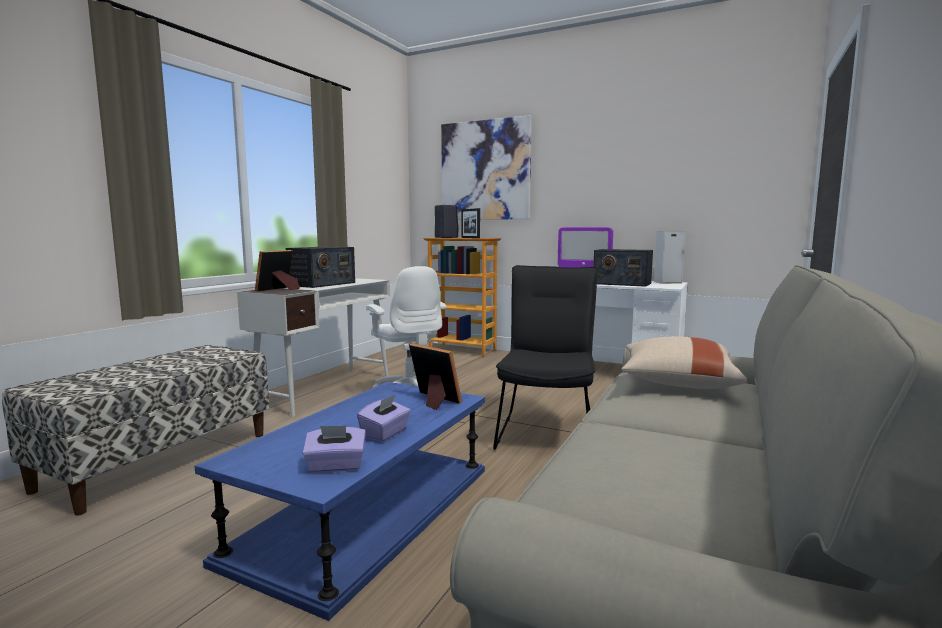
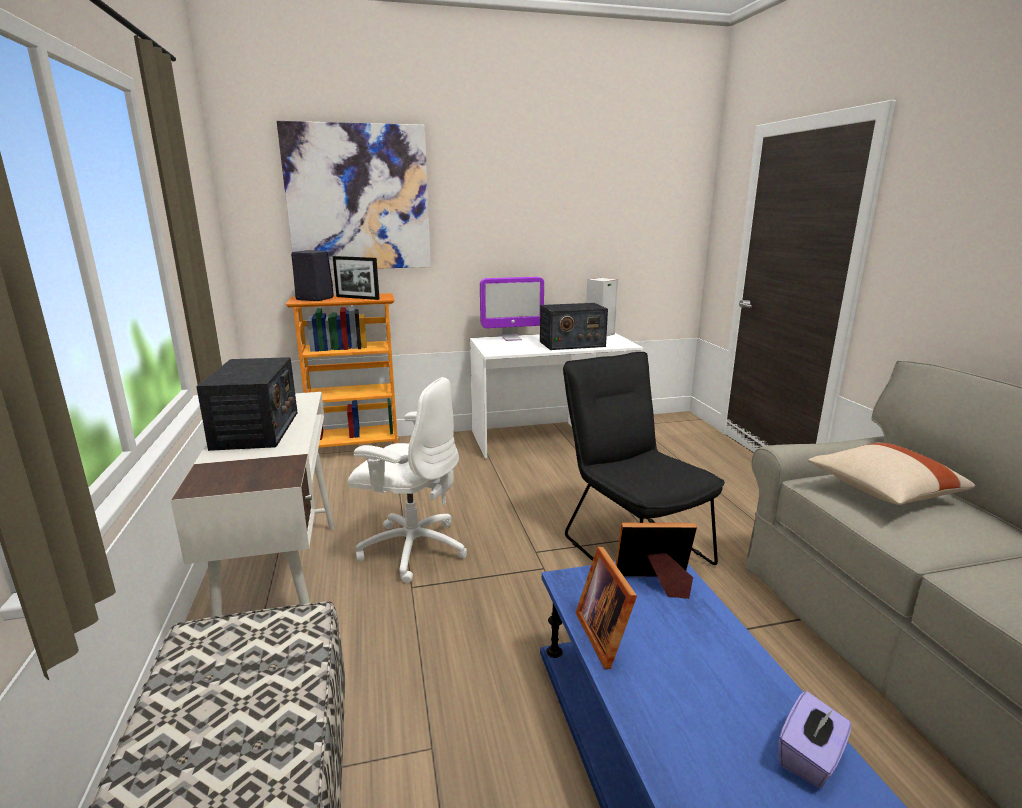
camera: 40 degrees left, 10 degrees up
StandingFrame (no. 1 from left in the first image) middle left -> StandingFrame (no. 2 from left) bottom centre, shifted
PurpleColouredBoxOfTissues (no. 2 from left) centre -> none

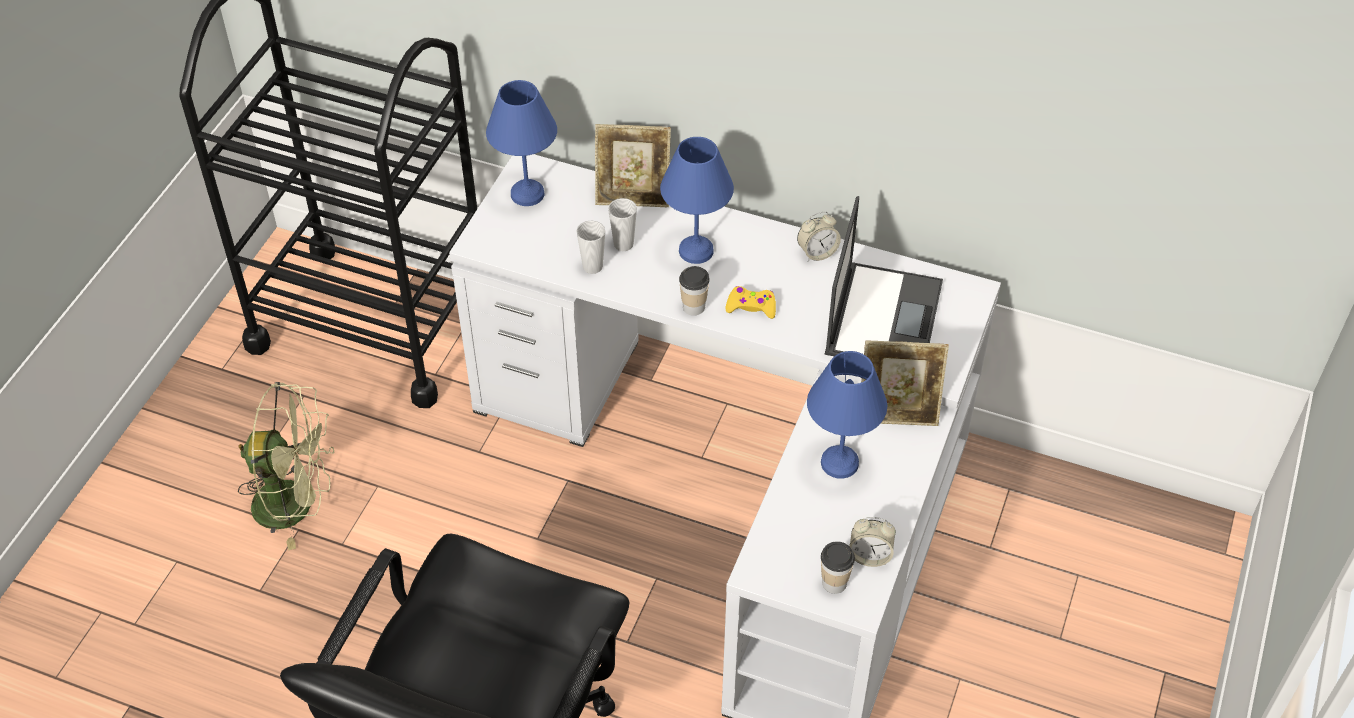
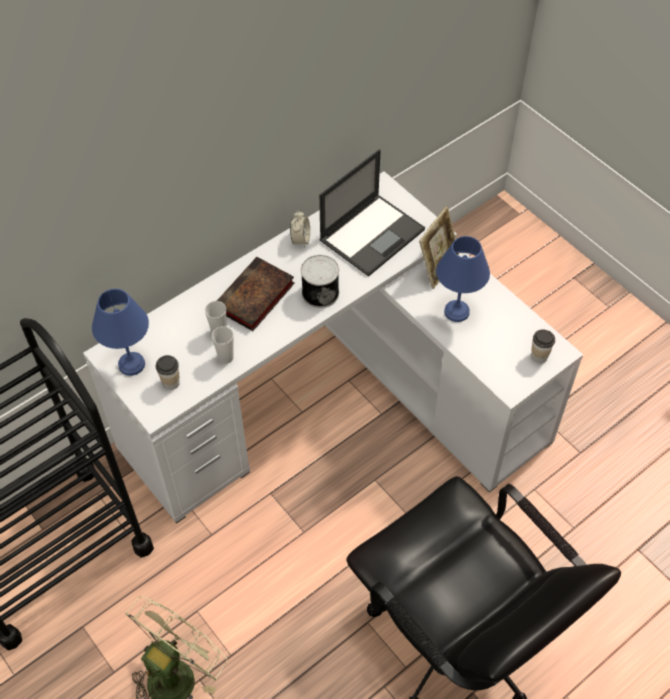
camera: 60 degrees left, 5 degrees up
Cup (no. 3 from left in the first image) centre -> Cup (no. 1 from left) middle left, shifted
BlueColouredTableLamp (no. 2 from left) top centre -> BoundBook centre
YellowishJoypad centre -> MetalCan centre
NotebookComputer centre -> NotebookComputer top centre, 90 degrees clockwise
StandingFrame (no. 1 from left) top centre -> none
TableClock (no. 2 from left) bottom centre -> none

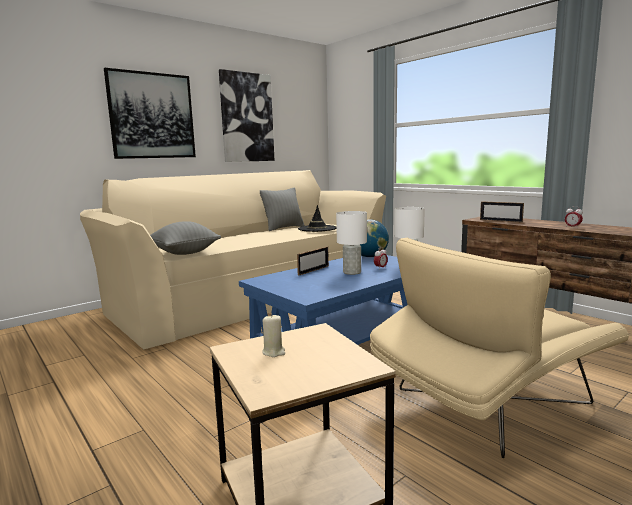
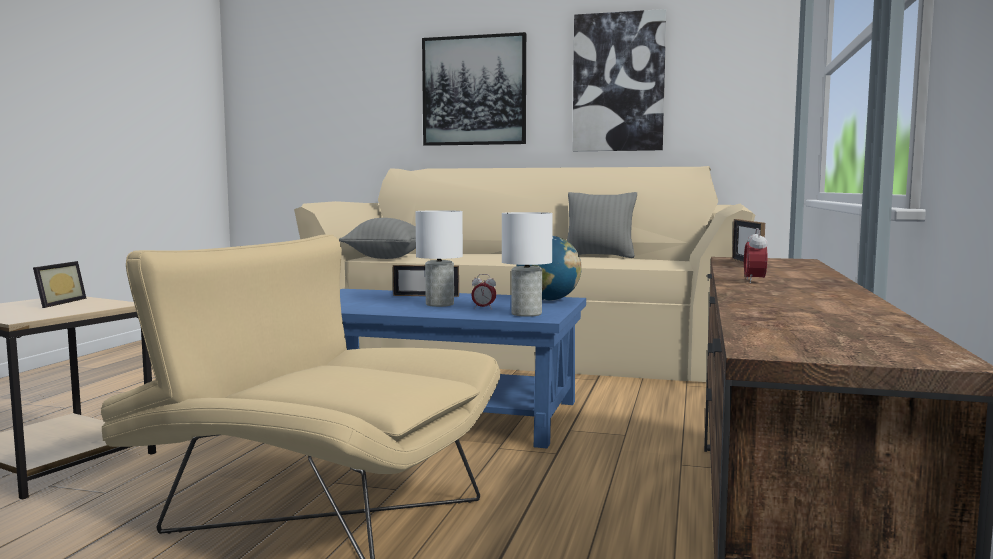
camera: 55 degrees right, 5 degrees down
BeigeColouredWaxLight centre -> StandingFrame (no. 1 from left) middle left
BlackClothingHat centre -> none

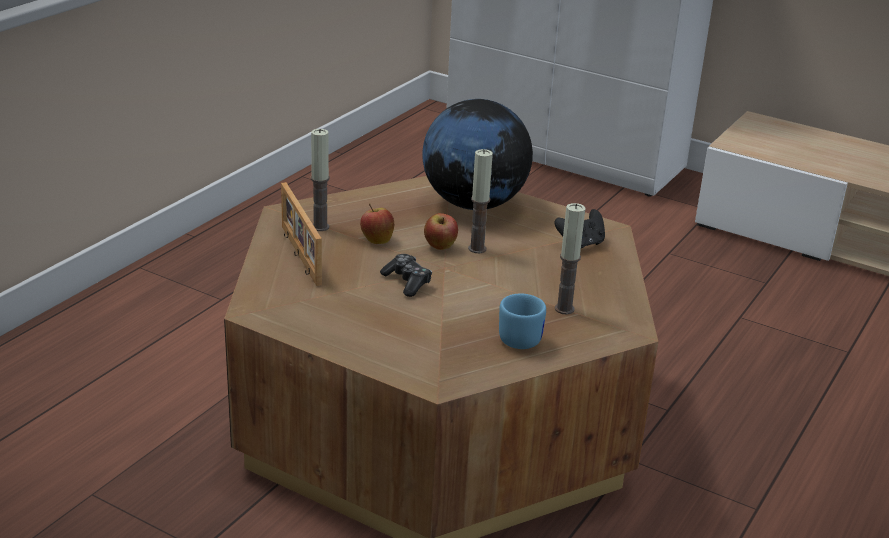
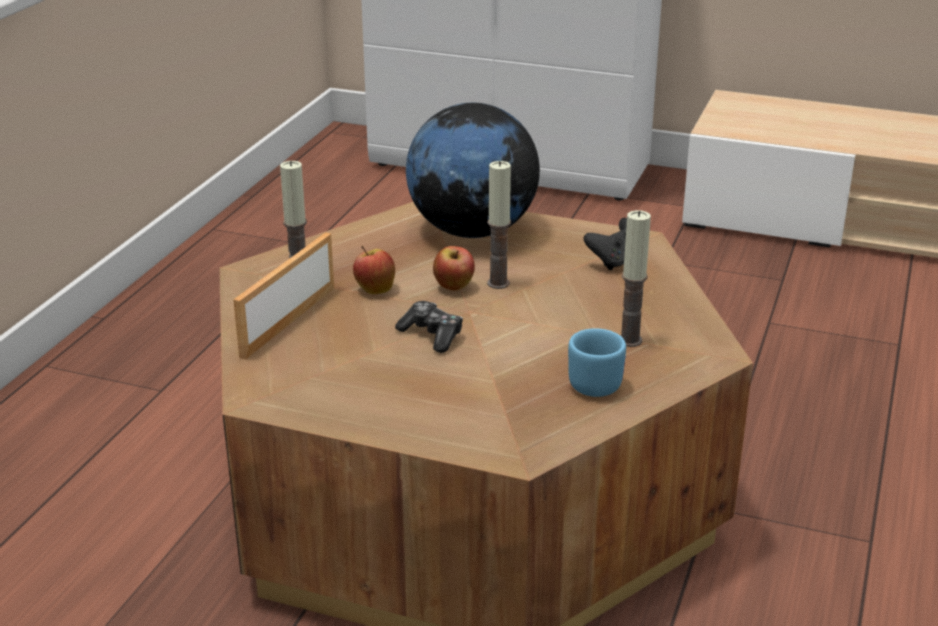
camera: 10 degrees left, 0 degrees up
StandingFrame centre -> StandingFrame middle left, 60 degrees clockwise

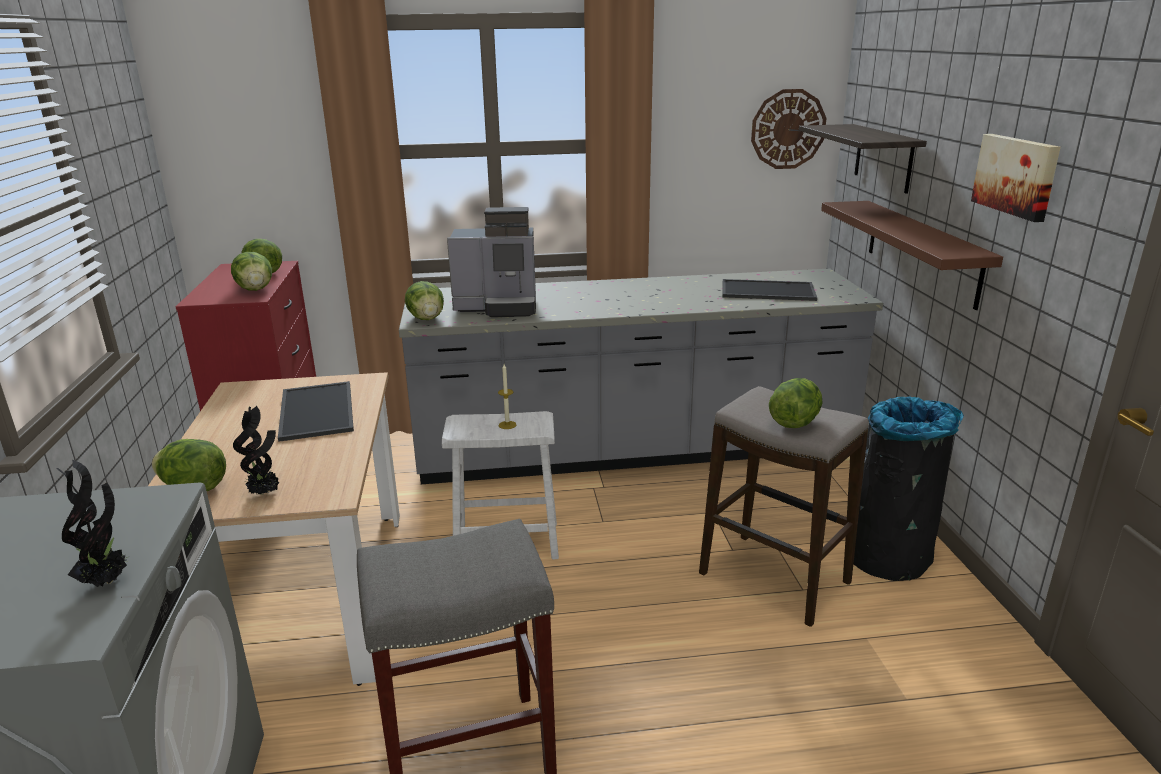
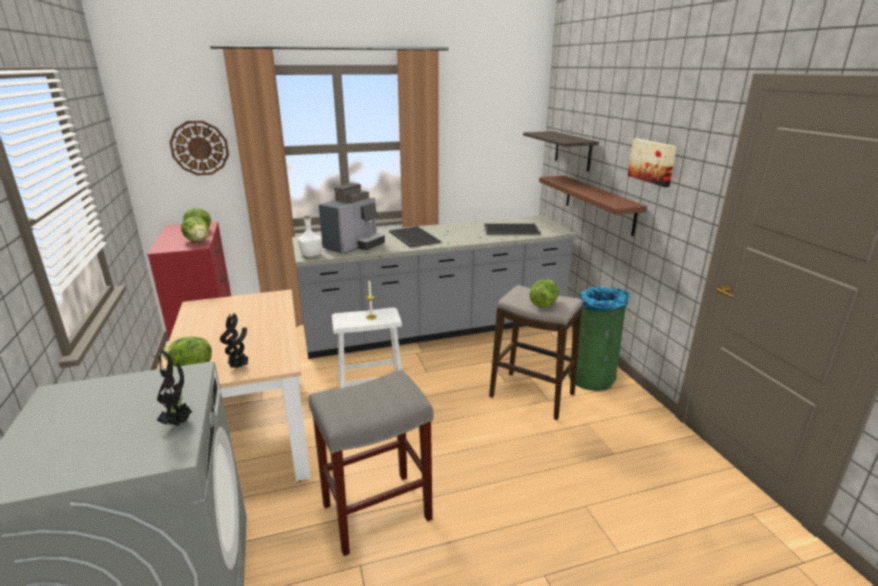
camera: 10 degrees left, 0 degrees up
WallClock top right -> WallClock top left, shifted
LettuceHead (no. 4 from left) centre -> WhiteColouredBeverageBottle centre
CoffeeBrewer centre, 45 degrees counterclockwise
ServingTray (no. 1 from left) middle left -> ServingTray (no. 1 from left) centre, shifted
BlackTrashCan middle right -> GreenTrashCan middle right

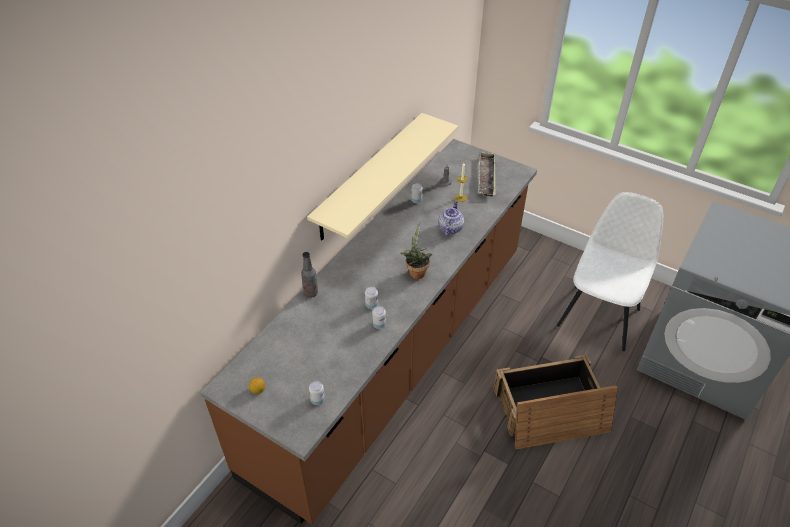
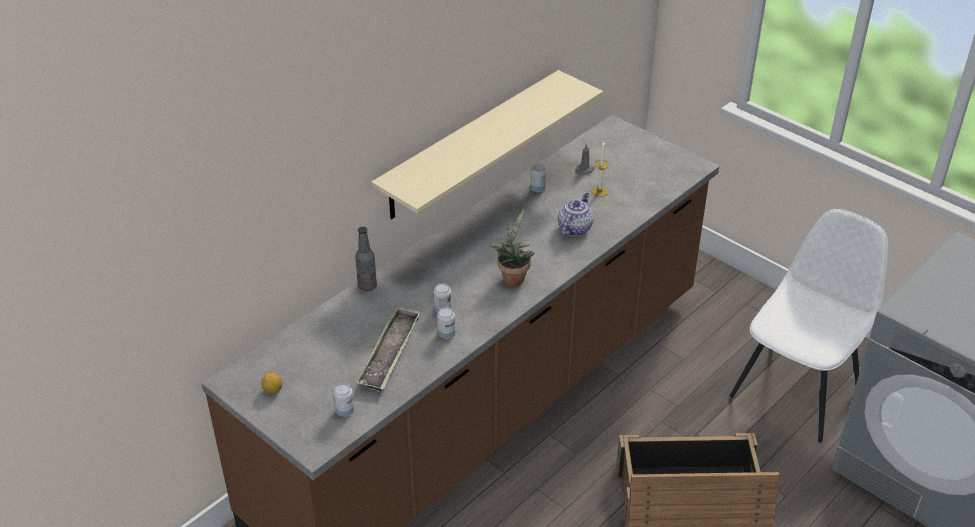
camera: 10 degrees right, 5 degrees down
ServingTray top centre -> ServingTray centre, shifted

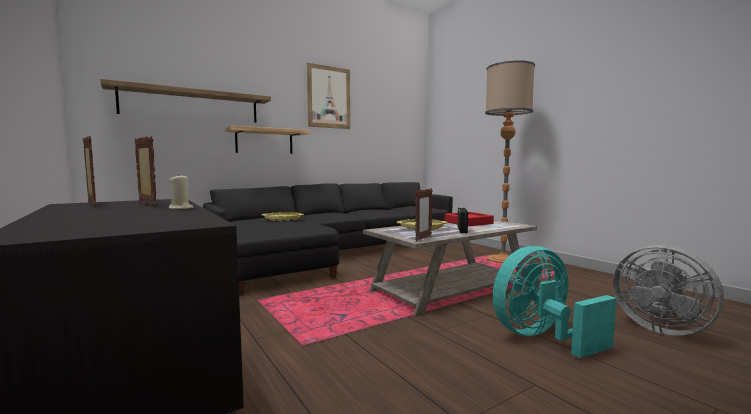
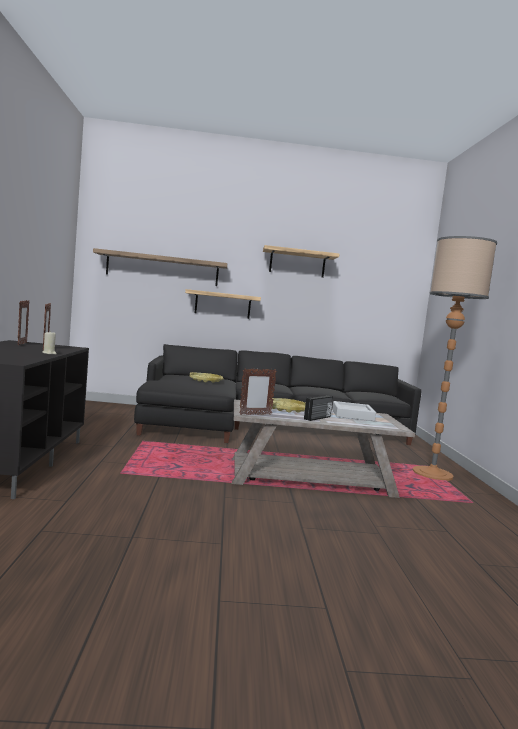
camera: 30 degrees right, 0 degrees up
Picture top centre -> WallShelf (no. 3 from left) centre
RedServingTray centre -> GreyishServingTray middle right
BlueGreenCoolingFan bottom right -> none
GreyishCoolingFan bottom right -> none

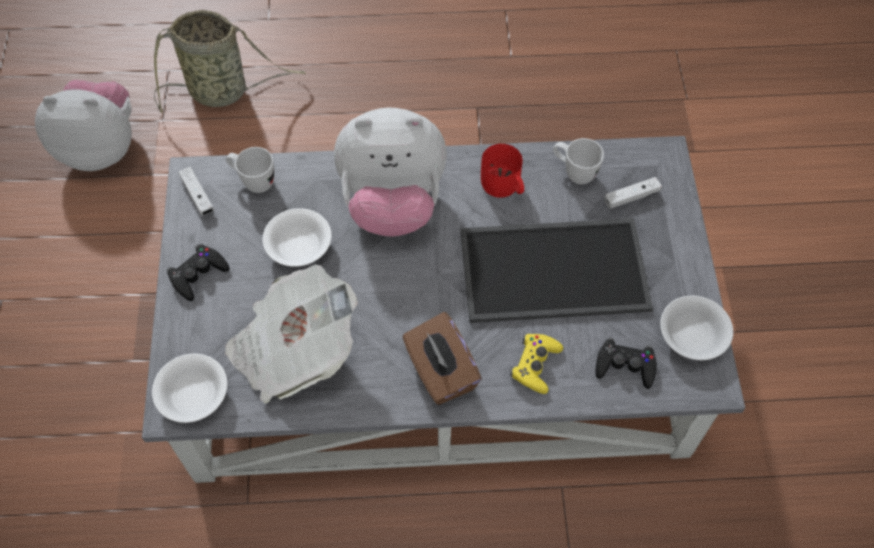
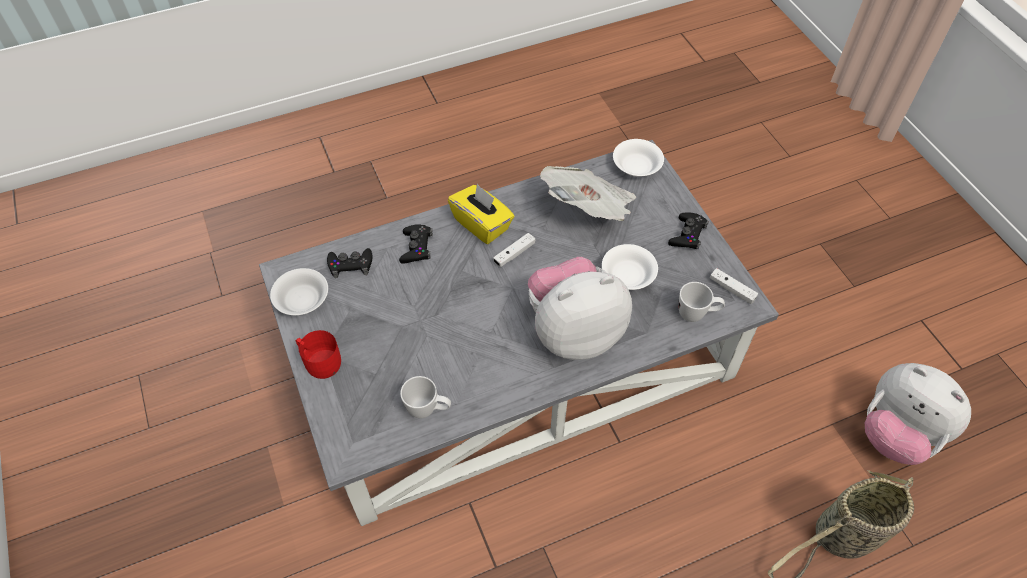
camera: 160 degrees right, 5 degrees down
RedTeaMug top centre -> RedTeaMug middle left, shifted
YellowishJoypad centre -> BlackJoypad (no. 2 from left) centre
BrownBoxOfTissues centre -> YellowishBoxOfTissues centre
WhiteColouredJoypad (no. 2 from left in the first image) middle right -> WhiteColouredJoypad (no. 1 from left) centre, shifted
PlushToy (no. 1 from left in the first image) top left -> PlushToy (no. 2 from left) bottom right, 60 degrees clockwise
ServingTray centre -> none

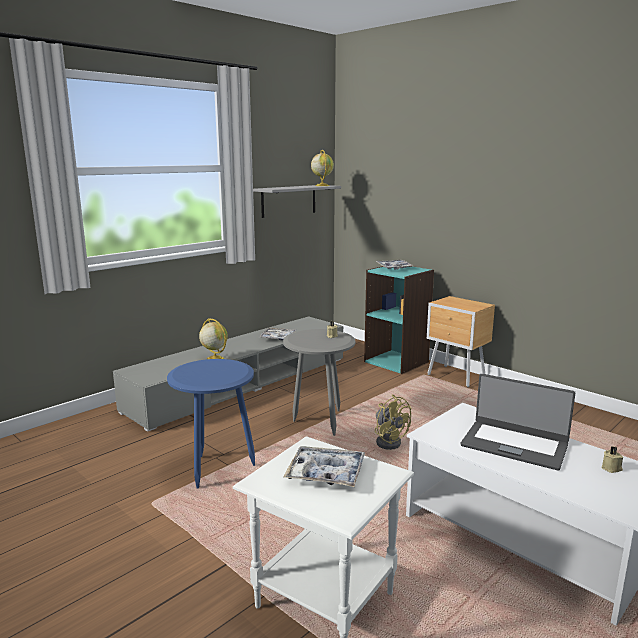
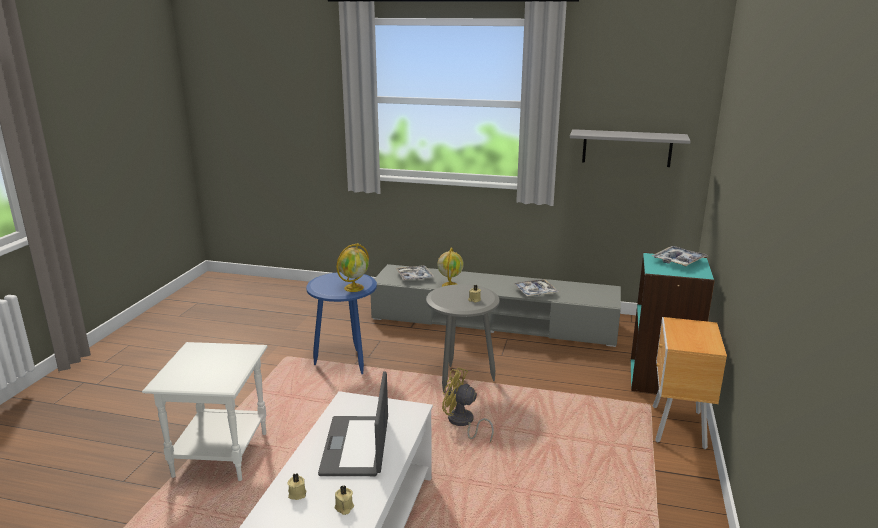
camera: 60 degrees right, 5 degrees up
none -> BeigeColouredWaxLight (no. 1 from left) bottom centre
WorldGlobe (no. 2 from left in the first image) top centre -> WorldGlobe (no. 1 from left) centre, shifted
ServingTray (no. 2 from left in the first image) bottom centre -> ServingTray (no. 1 from left) centre, shifted
YellowishCoolingFan centre -> YellowishCoolingFan bottom centre, 90 degrees clockwise

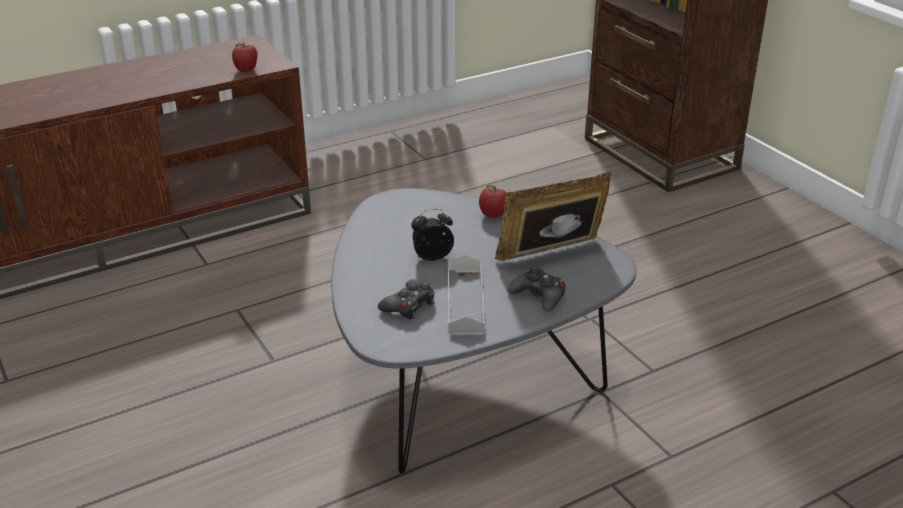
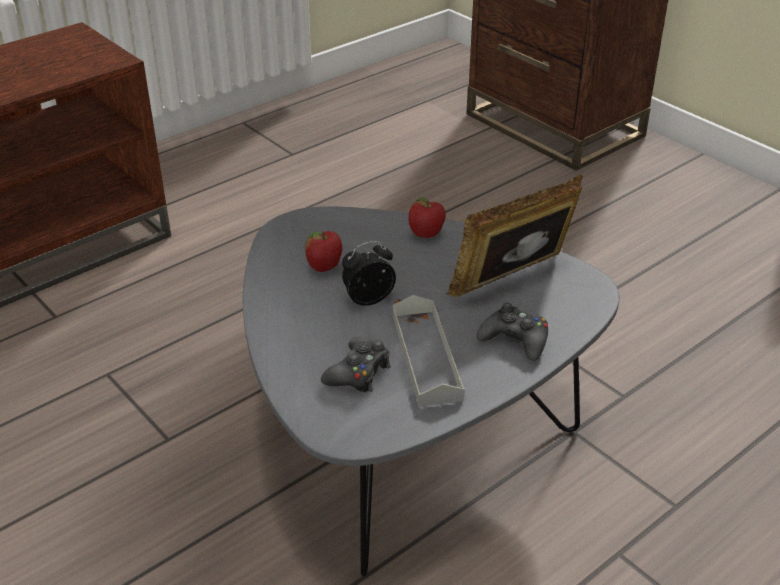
camera: 10 degrees left, 5 degrees up
WholeApple (no. 1 from left) top left -> WholeApple (no. 1 from left) centre, shifted

